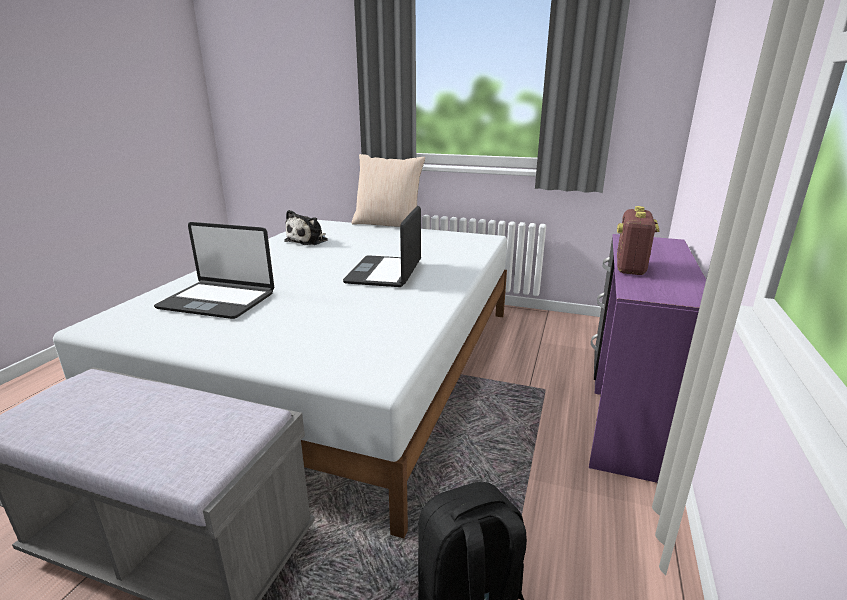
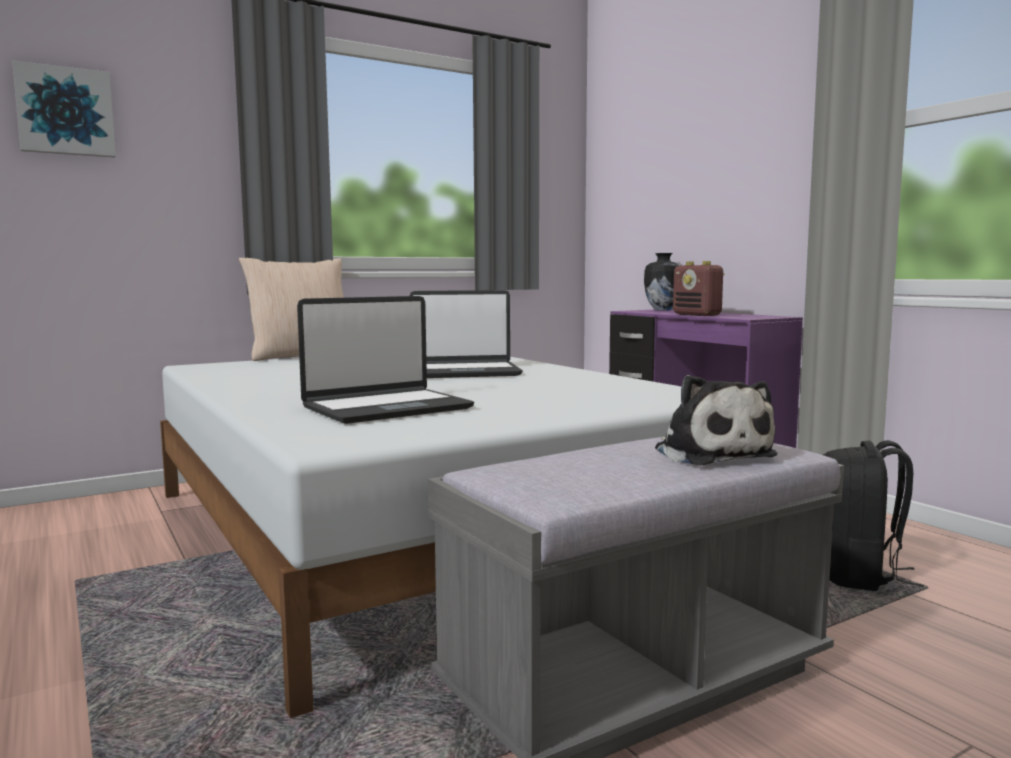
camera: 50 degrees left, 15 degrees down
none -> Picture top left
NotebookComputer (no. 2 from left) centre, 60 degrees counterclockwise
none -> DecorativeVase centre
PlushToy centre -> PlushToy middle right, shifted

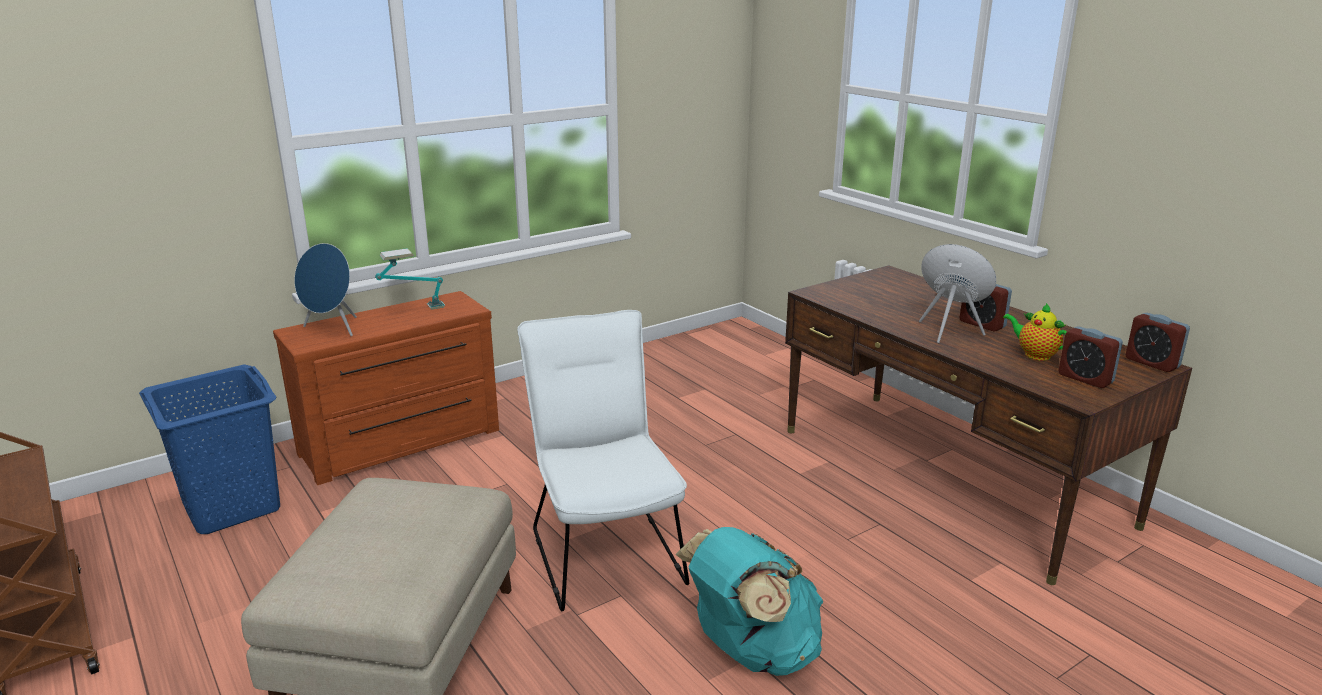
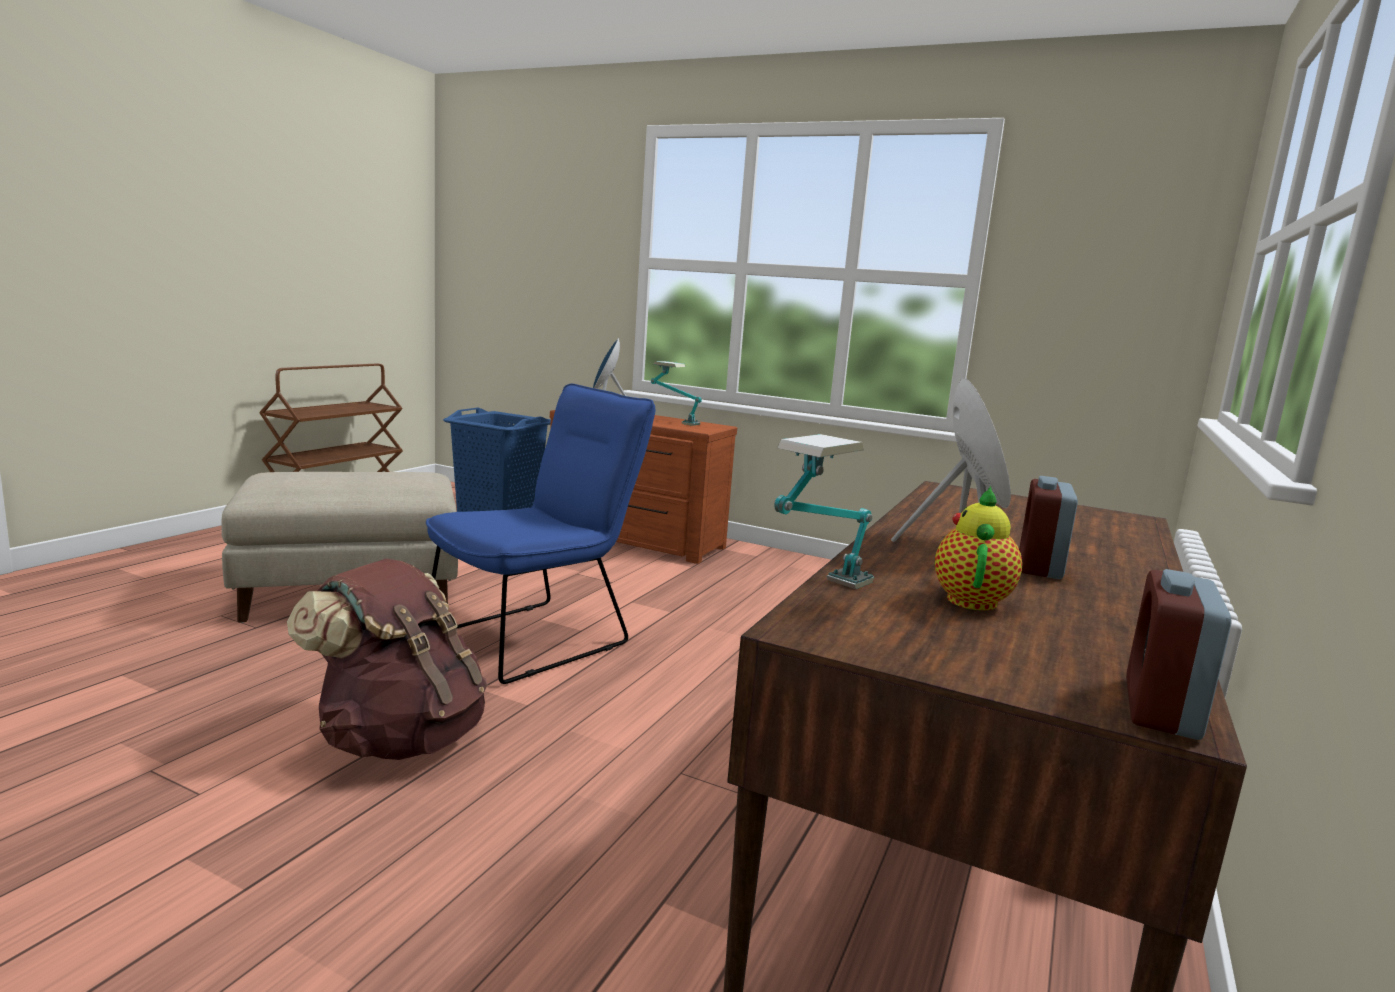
camera: 60 degrees right, 10 degrees down
BlueGreenRucksack bottom centre -> BrownRucksack middle left
WhiteColouredPlainChair centre -> BlueColouredPlainChair centre
none -> TableLamp (no. 2 from left) centre
TableClock (no. 2 from left) middle right -> none

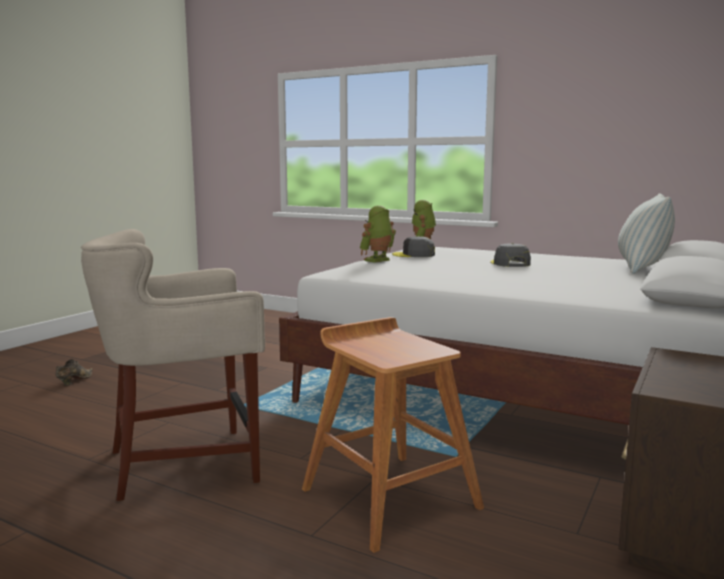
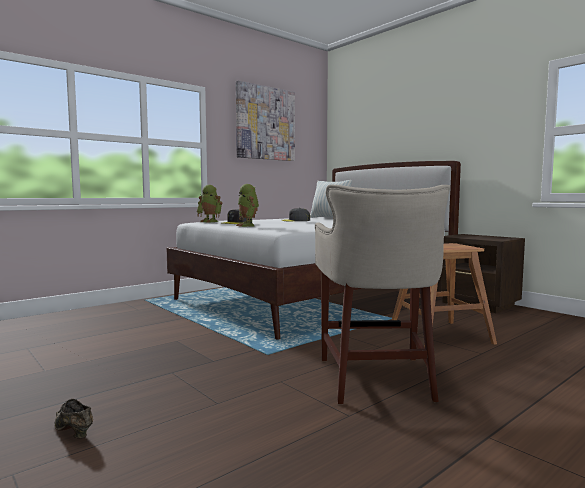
camera: 70 degrees left, 5 degrees down
none -> Picture top centre

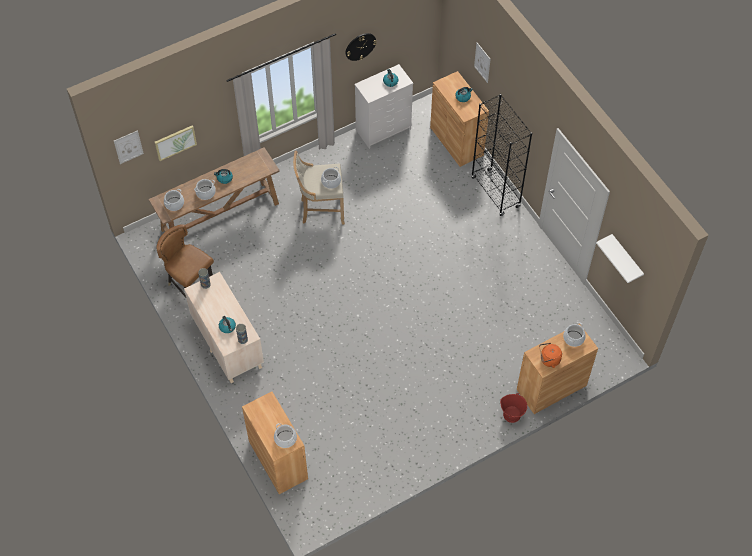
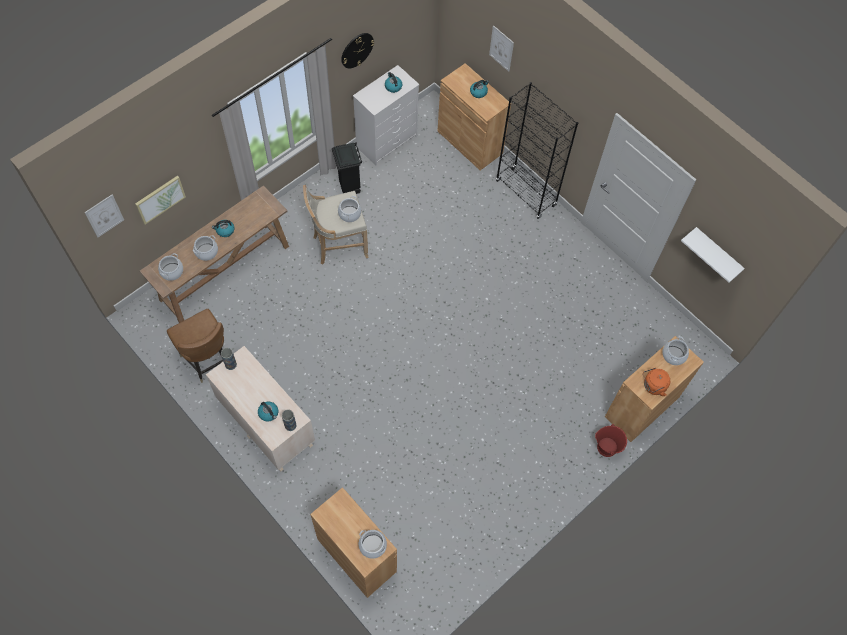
camera: 15 degrees left, 5 degrees up
BrownPlainChair middle left, 150 degrees counterclockwise
none -> BlackTrashCan top centre

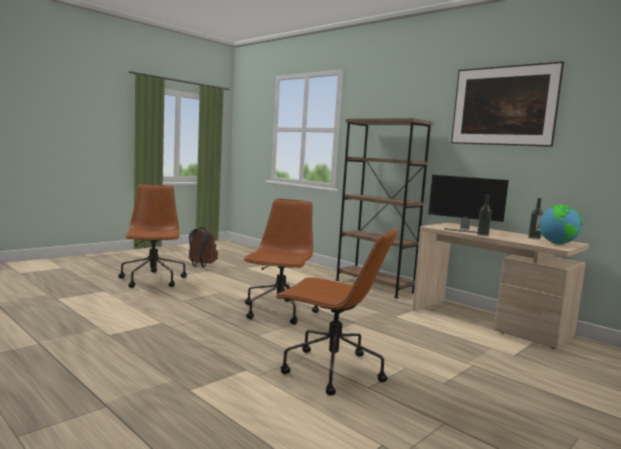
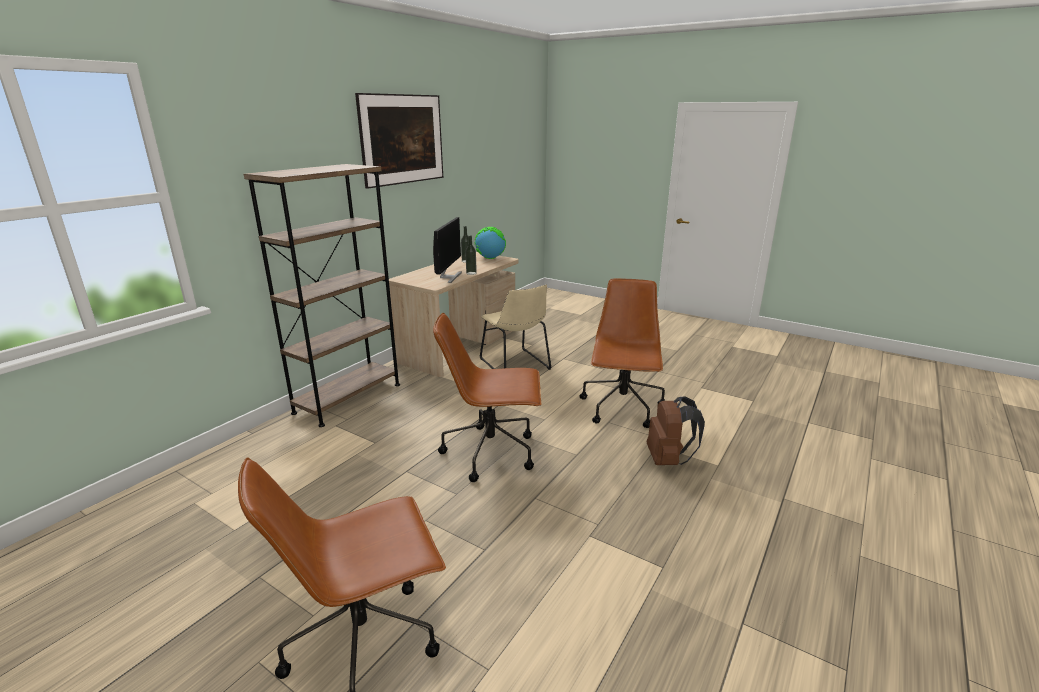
camera: 100 degrees left, 15 degrees up
none -> BeigeColouredPlainChair centre
BrownRucksack middle left -> BrownRucksack centre, shifted

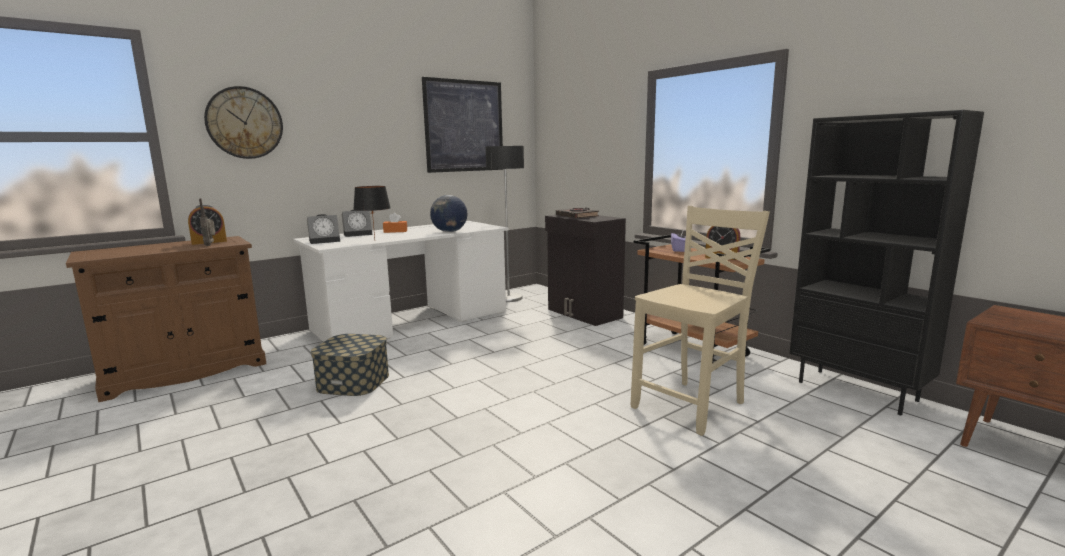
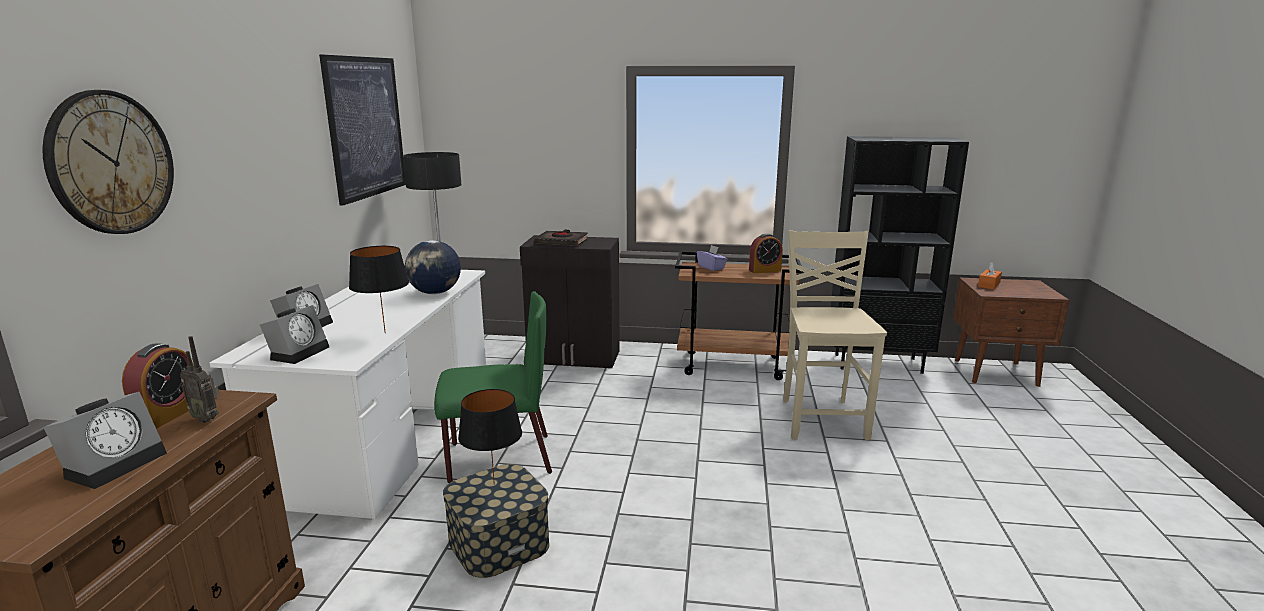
camera: 45 degrees left, 5 degrees up
none -> TableClock (no. 1 from left) bottom left
none -> GreenPlainChair centre
none -> BlackTableLamp (no. 2 from left) bottom centre
OrangeColouredBoxOfTissues centre -> OrangeColouredBoxOfTissues middle right, shifted

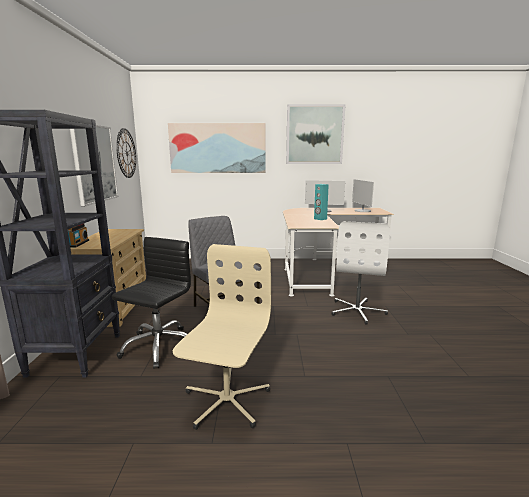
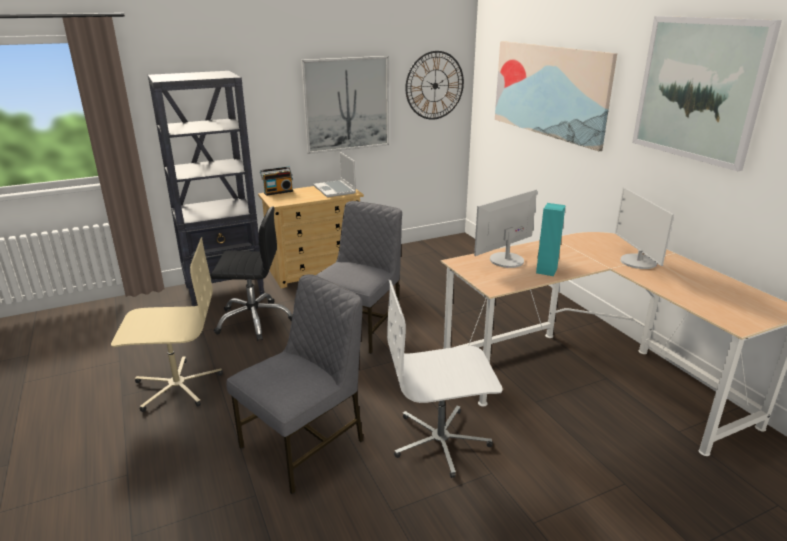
camera: 65 degrees right, 10 degrees up
none -> GreyishPlainChair (no. 1 from left) bottom centre
none -> NotebookComputer top centre
ComputerScreen (no. 2 from left in the first image) middle right -> ComputerScreen (no. 1 from left) centre, shifted

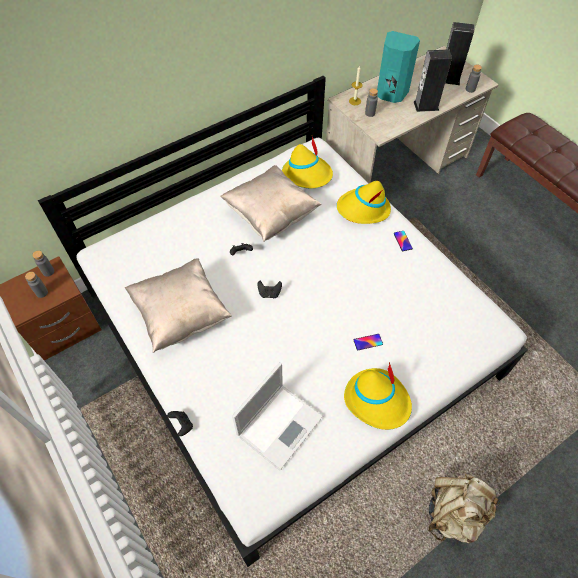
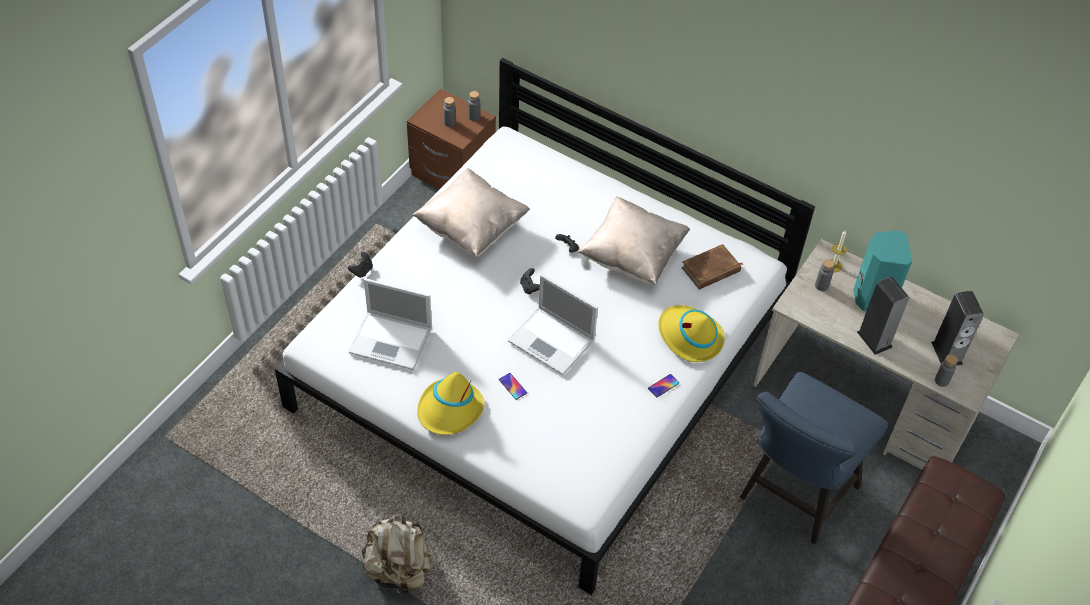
camera: 65 degrees right, 5 degrees down
none -> NotebookComputer (no. 2 from left) centre
YellowishClothingHat (no. 1 from left) top centre -> BrownBoundBook centre
none -> BlueColouredPlainChair bottom right

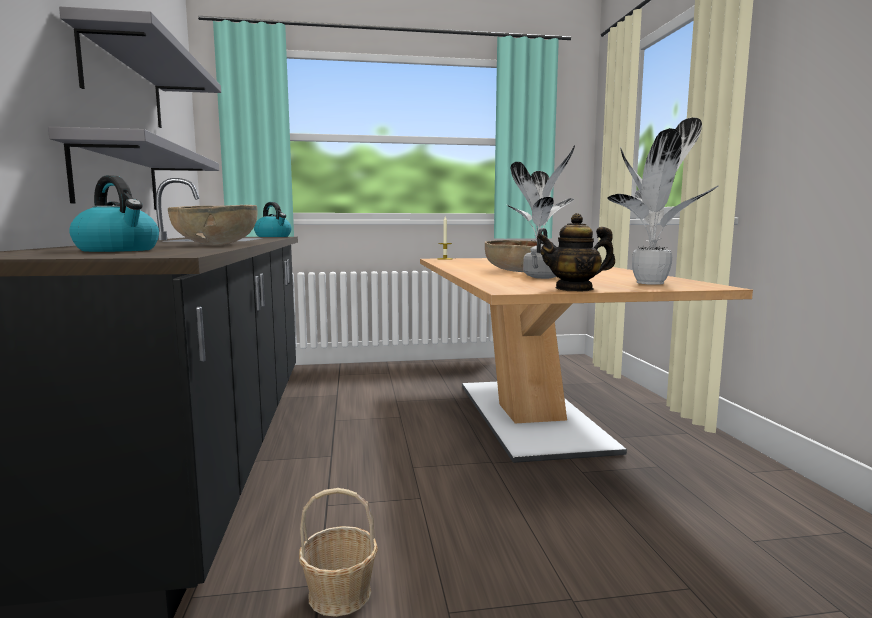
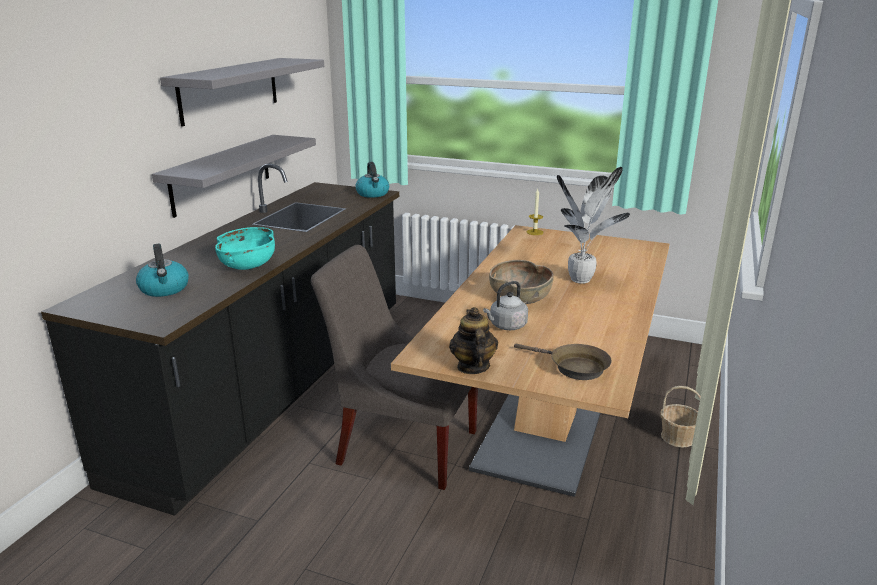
camera: 30 degrees right, 15 degrees up
BrownServingBowl (no. 1 from left) middle left -> BlueGreenServingBowl middle left
none -> GreyishPlainChair centre
Teapot centre, 60 degrees clockwise
Houseplant (no. 2 from left) top right -> BrownPan centre
Basket bottom centre -> Basket bottom right, shifted

